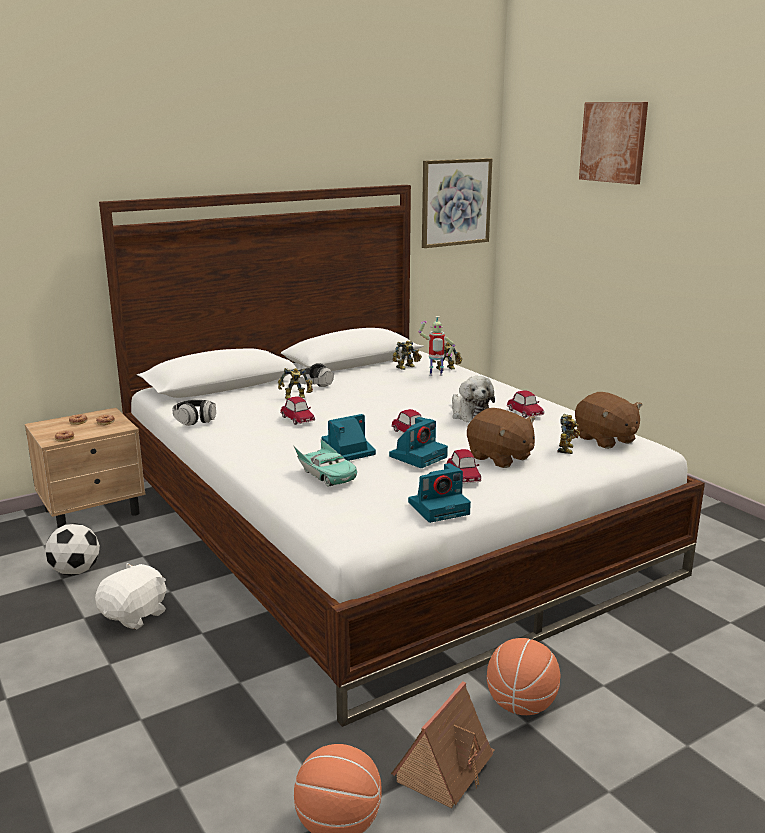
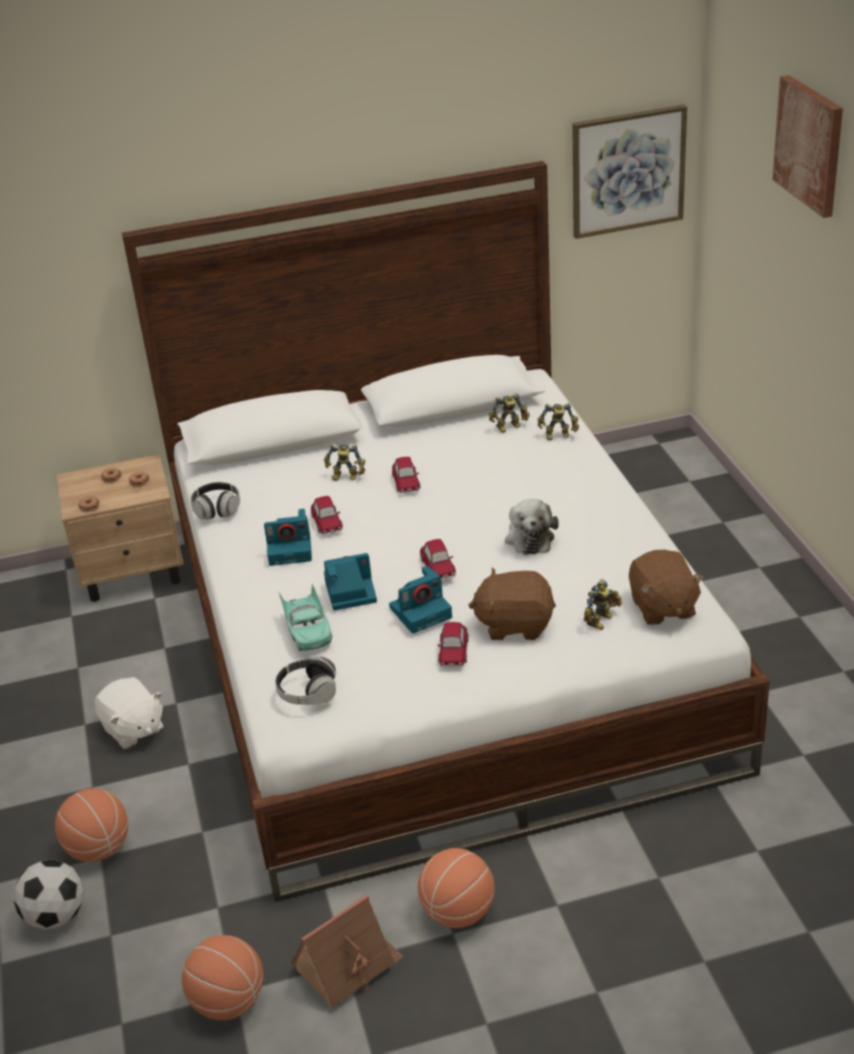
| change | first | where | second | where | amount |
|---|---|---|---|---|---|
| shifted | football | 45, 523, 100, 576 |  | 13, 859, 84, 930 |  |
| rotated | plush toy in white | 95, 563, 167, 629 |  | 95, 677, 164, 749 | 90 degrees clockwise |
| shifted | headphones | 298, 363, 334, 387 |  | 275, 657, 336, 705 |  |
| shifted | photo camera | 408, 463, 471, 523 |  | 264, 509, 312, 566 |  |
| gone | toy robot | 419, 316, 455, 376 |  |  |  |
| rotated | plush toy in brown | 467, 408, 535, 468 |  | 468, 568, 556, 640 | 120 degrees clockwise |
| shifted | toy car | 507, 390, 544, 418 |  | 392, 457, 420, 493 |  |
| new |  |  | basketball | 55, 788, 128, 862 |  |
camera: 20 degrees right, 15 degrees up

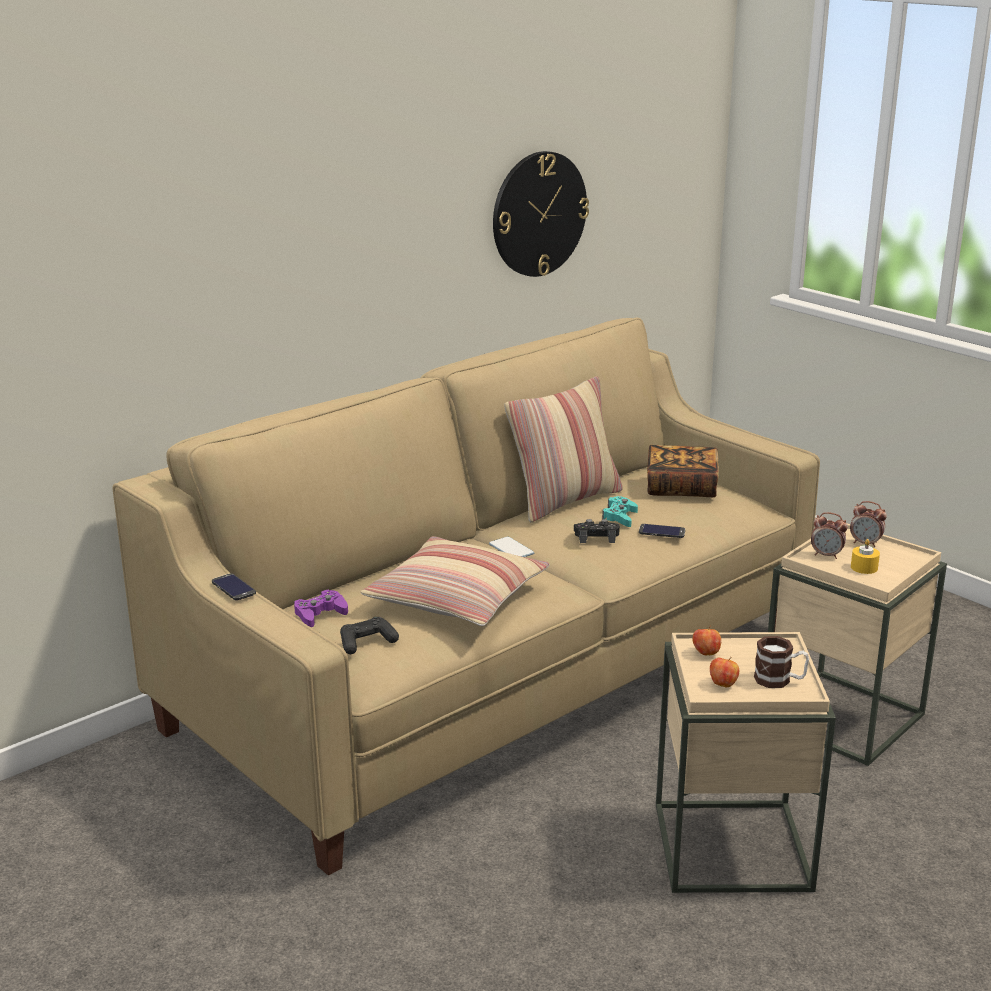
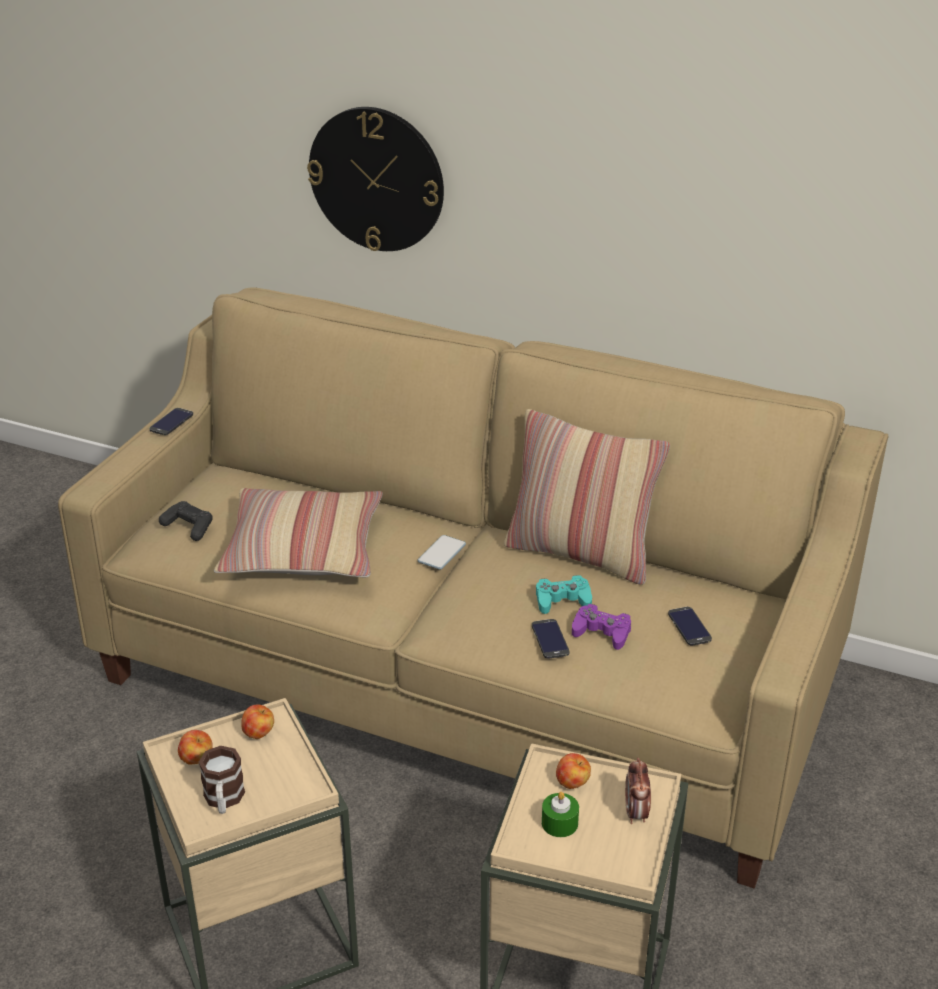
| change | first | where | second | where | amount |
|---|---|---|---|---|---|
| shifted | game controller in purple | 294, 590, 348, 627 |  | 572, 604, 631, 650 |  |
| shifted | wall clock | 493, 151, 589, 277 |  | 307, 107, 444, 251 |  |
| gone | game controller in black | 574, 519, 620, 543 |  |  |  |
| swapped | book | 647, 445, 719, 497 | phone | 668, 607, 712, 646 |  |
| swapped | alarm clock | 811, 512, 848, 559 | apple | 556, 753, 591, 789 |  |
| repainted | candle in yellow | 851, 539, 880, 574 | candle in green | 542, 792, 579, 837 |  |
camera: 65 degrees right, 10 degrees up

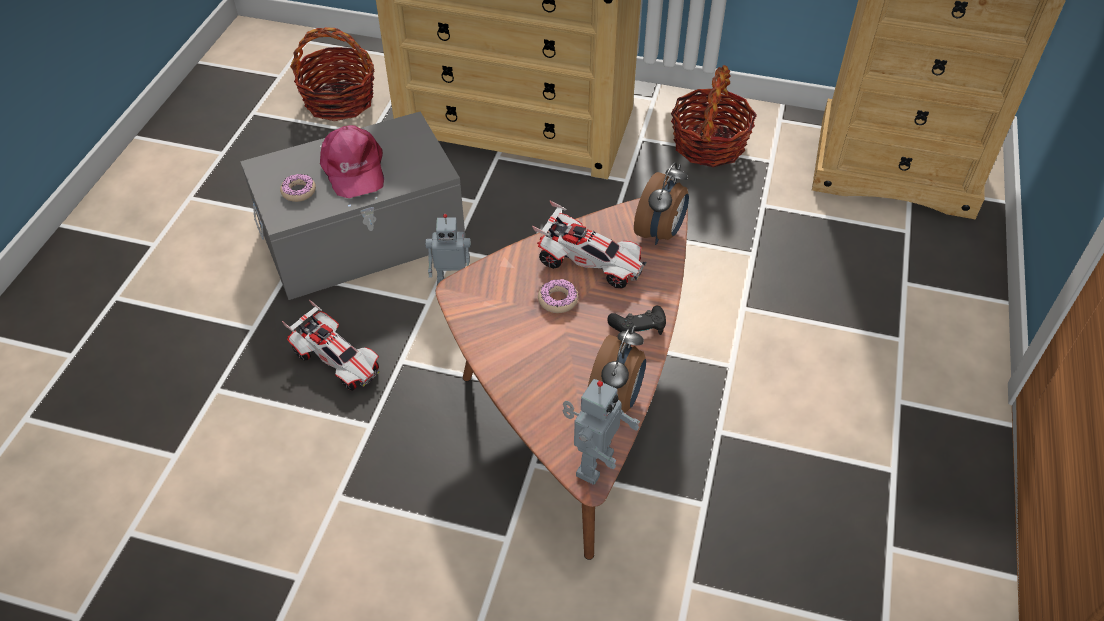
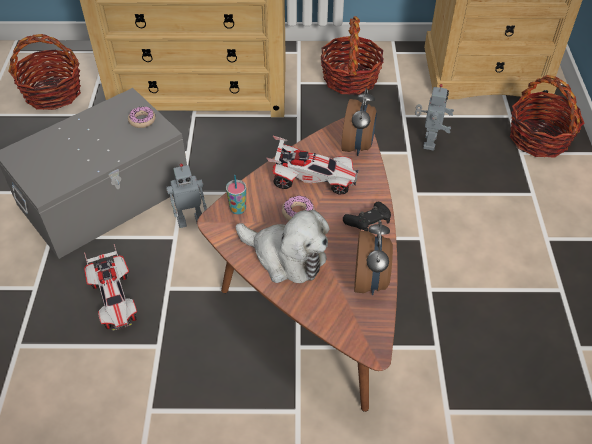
| change | first | where | second | where | amount |
|---|---|---|---|---|---|
| shifted | donut | 280, 174, 316, 202 |  | 128, 107, 156, 128 |  |
| rotated | toy car | 282, 300, 380, 391 |  | 84, 244, 137, 331 | 45 degrees clockwise |
| gone | cap in pink | 320, 125, 384, 198 |  |  |  |
| shifted | toy robot | 563, 379, 640, 485 |  | 415, 84, 454, 151 |  |
| new |  |  | cup | 226, 175, 246, 214 |  |
| new |  |  | plush toy | 236, 210, 330, 283 |  |
| new |  |  | basket | 510, 75, 584, 158 |  |
camera: 15 degrees left, 0 degrees up

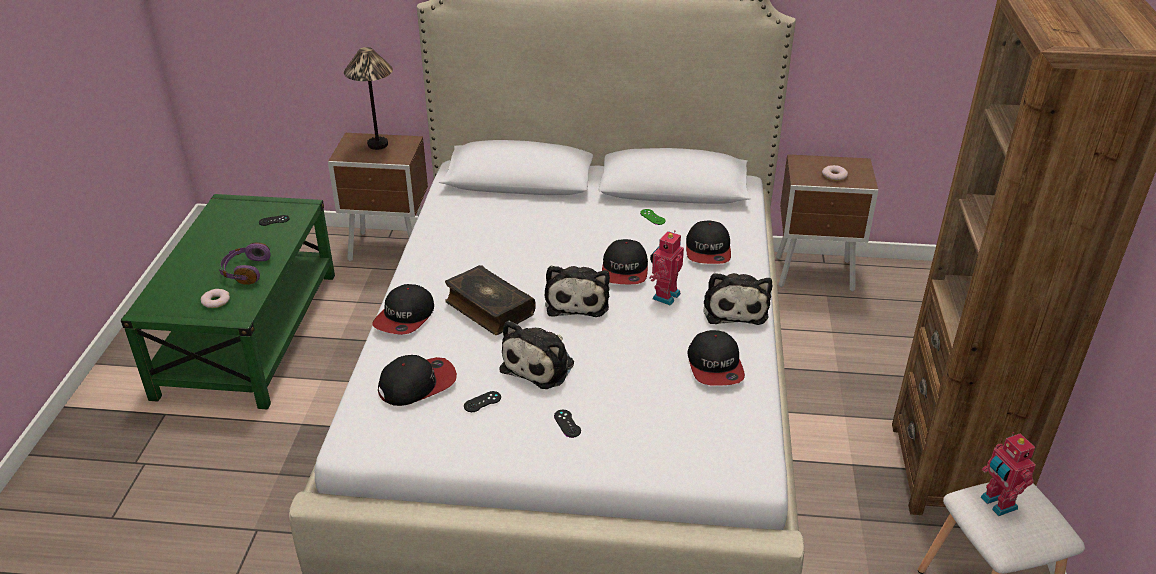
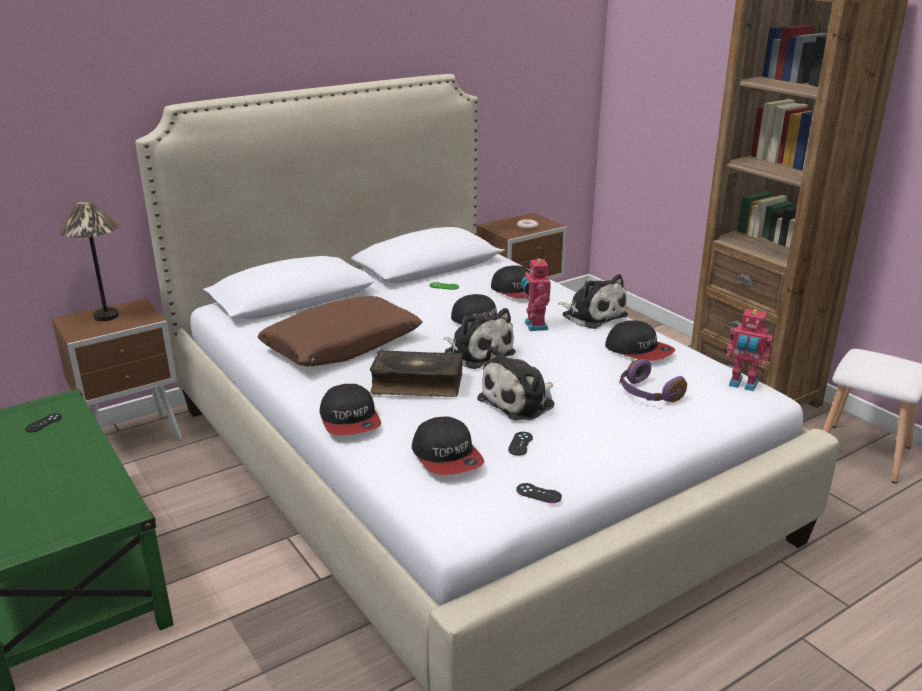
| change | first | where | second | where | amount |
|---|---|---|---|---|---|
| gone | donut | 201, 289, 230, 308 |  |  |  |
| shifted | headphones in purple | 219, 243, 270, 285 |  | 619, 359, 687, 402 |  |
| rotated | cap | 378, 355, 457, 406 |  | 412, 416, 484, 475 | 135 degrees clockwise |
| rotated | plush toy | 499, 320, 574, 389 |  | 477, 346, 555, 420 | 60 degrees clockwise |
| shifted | game controller in black | 554, 410, 581, 438 |  | 516, 483, 562, 503 |  |
| shifted | toy robot | 981, 432, 1036, 516 |  | 726, 309, 773, 391 |  |
| new |  |  | pillow in brown | 257, 296, 422, 366 |  |
camera: 40 degrees left, 10 degrees down

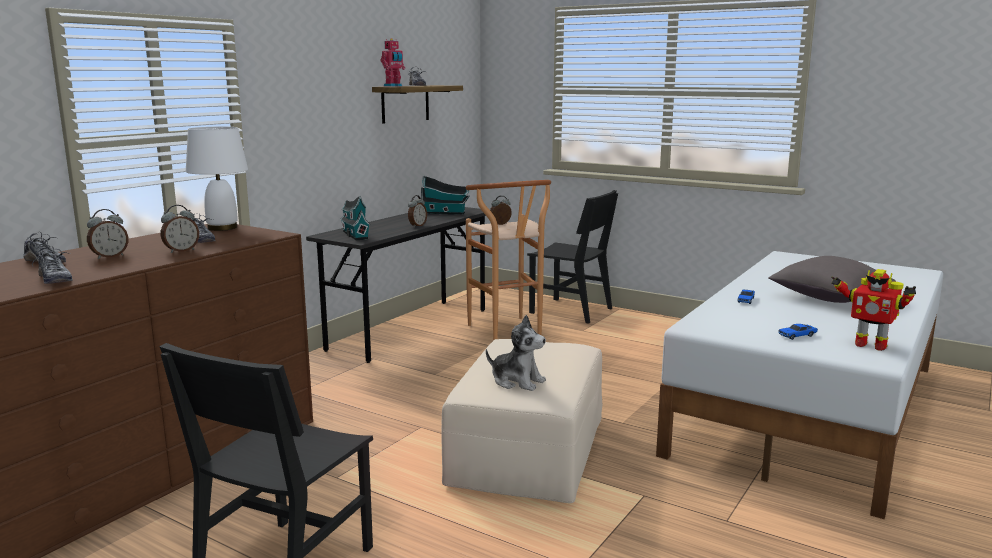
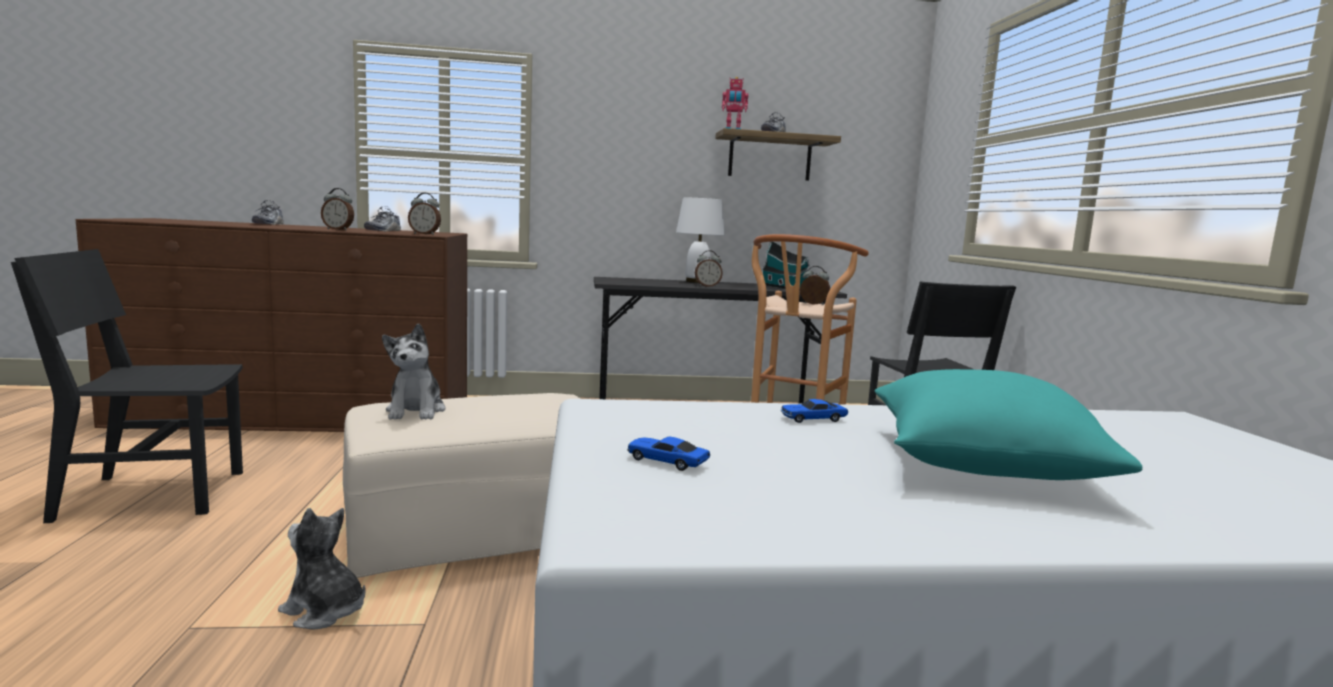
| change | first | where | second | where | amount |
|---|---|---|---|---|---|
| gone | shoe | 32, 246, 73, 284 |  |  |  |
| shifted | alarm clock | 87, 209, 128, 259 |  | 408, 193, 441, 235 |  |
| shifted | table lamp in white | 186, 126, 248, 231 |  | 676, 198, 725, 283 |  |
| gone | toy house | 340, 196, 370, 240 |  |  |  |
| repainted | pillow in grey | 768, 256, 896, 303 | pillow in turquoise | 875, 369, 1142, 480 |  |
| gone | toy robot | 831, 269, 916, 351 |  |  |  |
| new |  |  | plush toy | 278, 508, 366, 630 |  |
camera: 50 degrees right, 5 degrees down

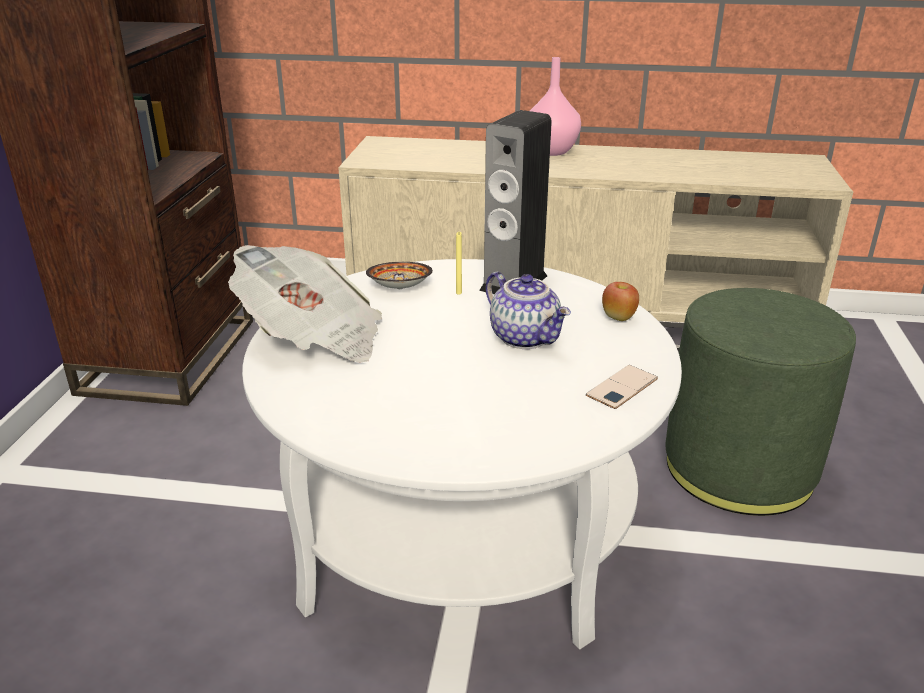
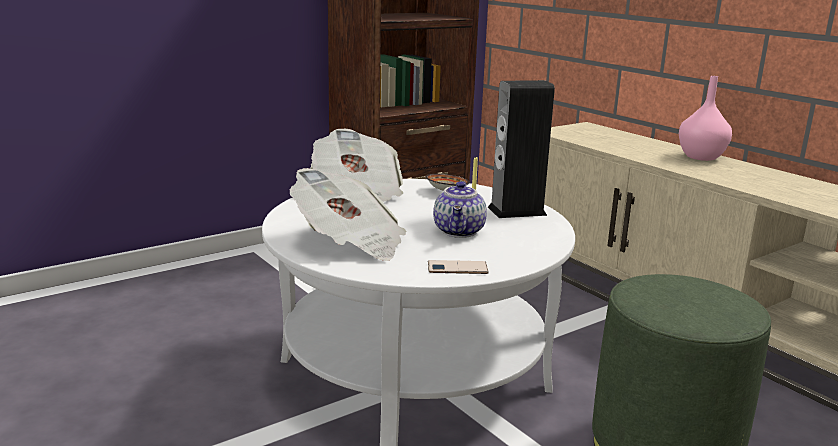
| change | first | where | second | where | amount |
|---|---|---|---|---|---|
| gone | apple | 602, 282, 639, 321 |  |  |  |
| new |  |  | newspaper | 289, 168, 406, 261 |  |
camera: 45 degrees right, 10 degrees down

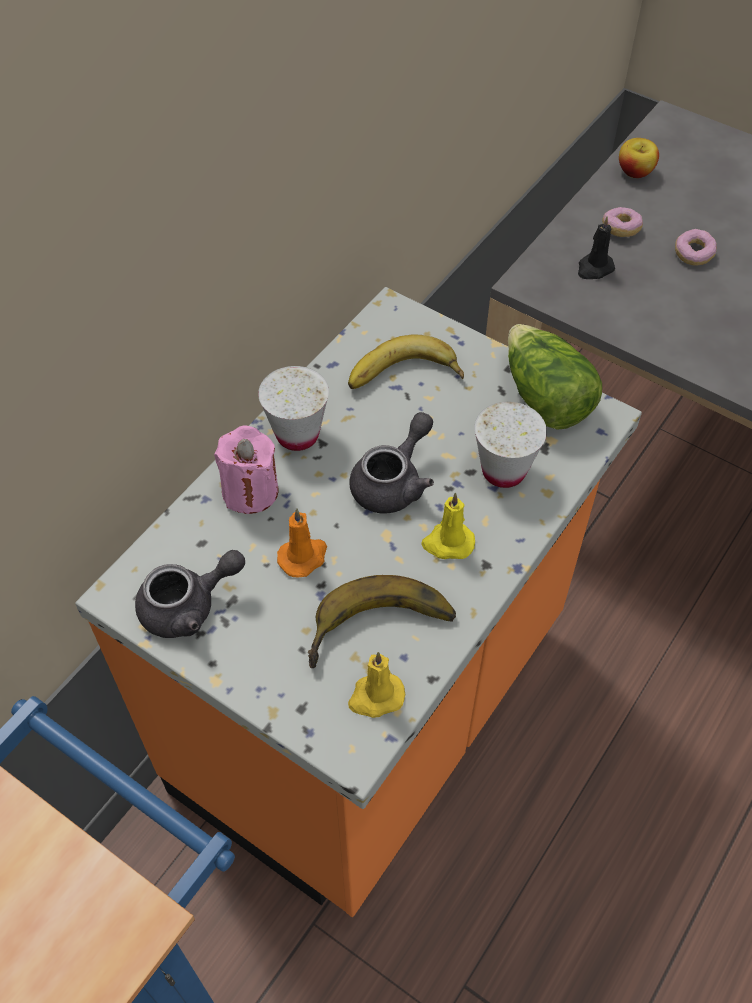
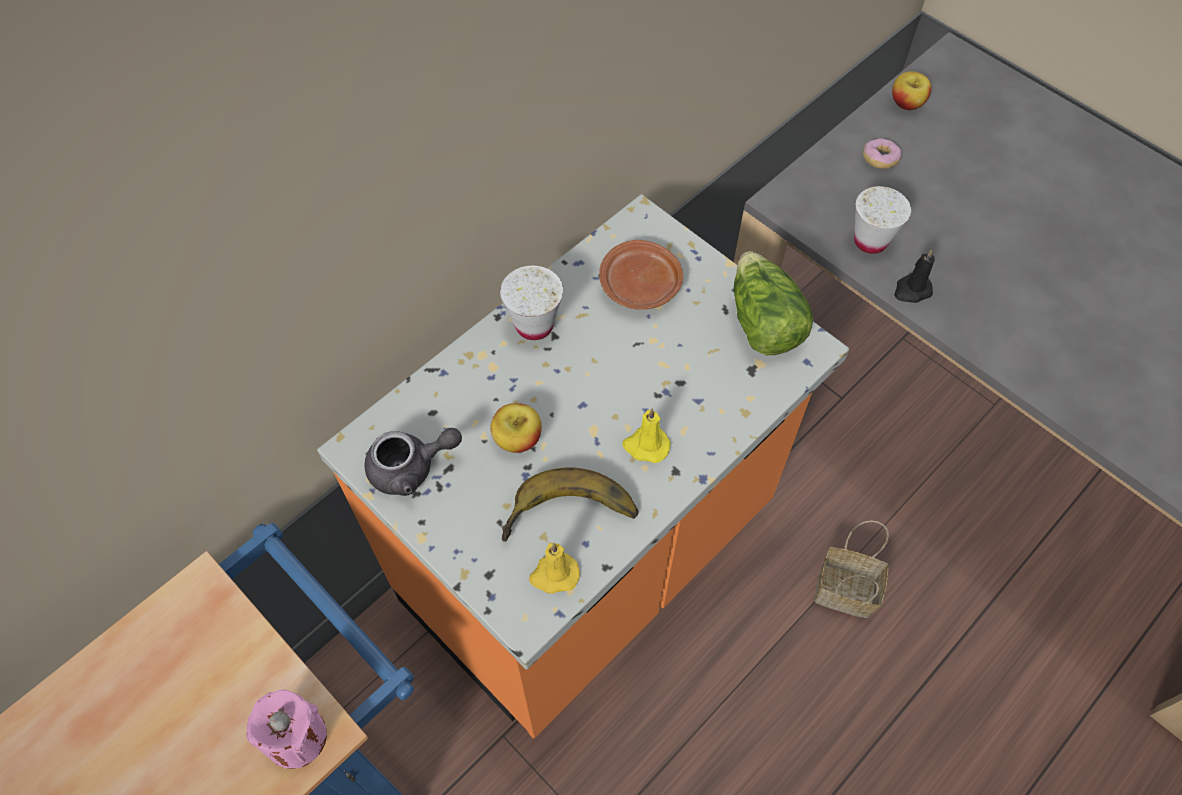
| change | first | where | second | where | amount |
|---|---|---|---|---|---|
| shifted | candle in pink | 214, 425, 279, 514 |  | 247, 689, 327, 769 |  |
| swapped | candle in orange | 277, 508, 327, 577 | apple | 491, 403, 542, 453 |  |
| swapped | banana | 348, 334, 464, 389 | plate in brown | 599, 240, 683, 310 |  |
| gone | teapot in grey | 349, 412, 434, 514 |  |  |  |
| shifted | cup in white | 474, 402, 547, 488 |  | 854, 186, 911, 254 |  |
| shifted | candle in black | 578, 216, 615, 279 |  | 894, 249, 935, 303 |  |
| gone | donut | 675, 229, 717, 266 |  |  |  |
| new |  |  | basket | 815, 520, 889, 618 |  |
camera: 10 degrees right, 5 degrees up

